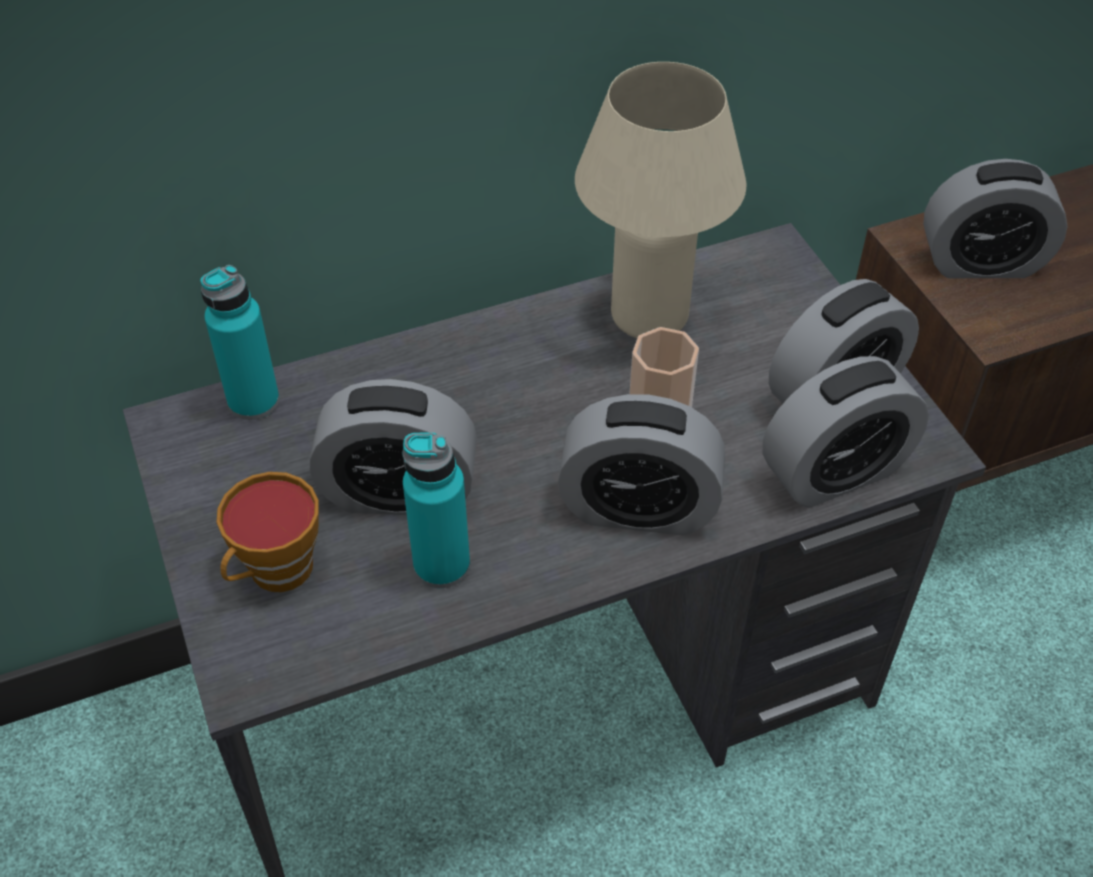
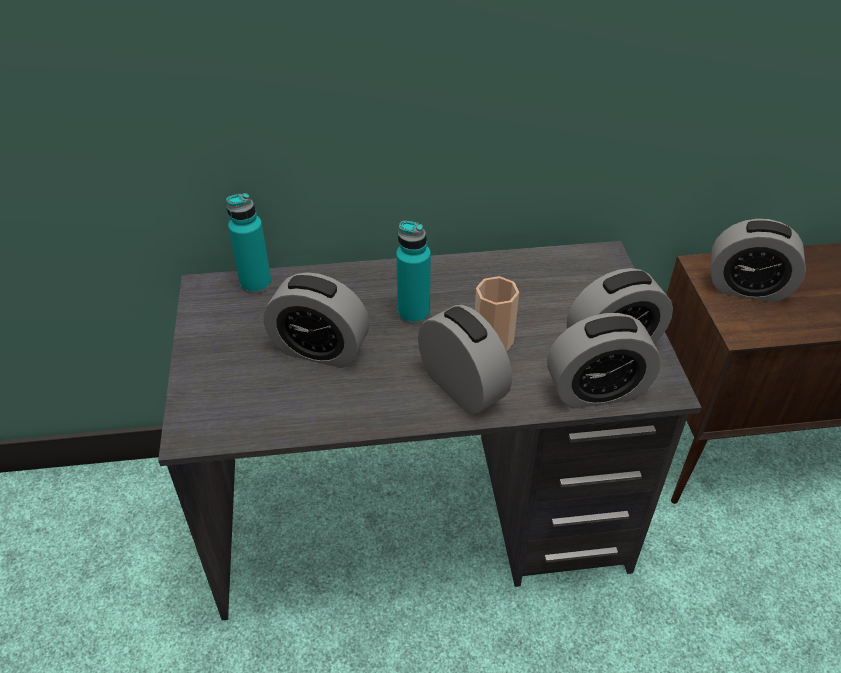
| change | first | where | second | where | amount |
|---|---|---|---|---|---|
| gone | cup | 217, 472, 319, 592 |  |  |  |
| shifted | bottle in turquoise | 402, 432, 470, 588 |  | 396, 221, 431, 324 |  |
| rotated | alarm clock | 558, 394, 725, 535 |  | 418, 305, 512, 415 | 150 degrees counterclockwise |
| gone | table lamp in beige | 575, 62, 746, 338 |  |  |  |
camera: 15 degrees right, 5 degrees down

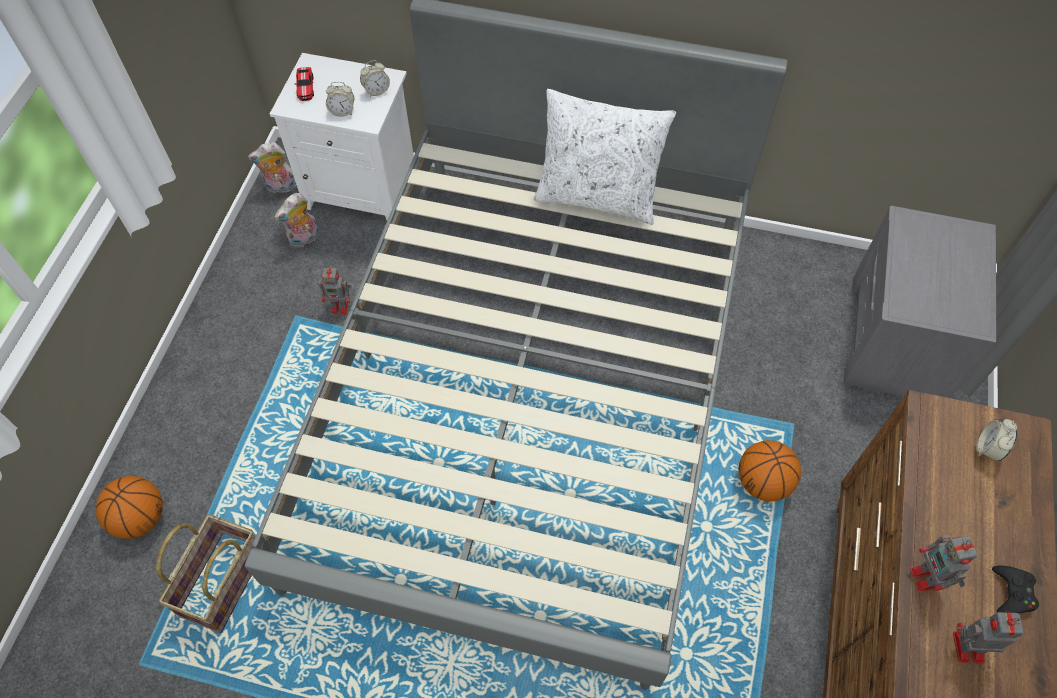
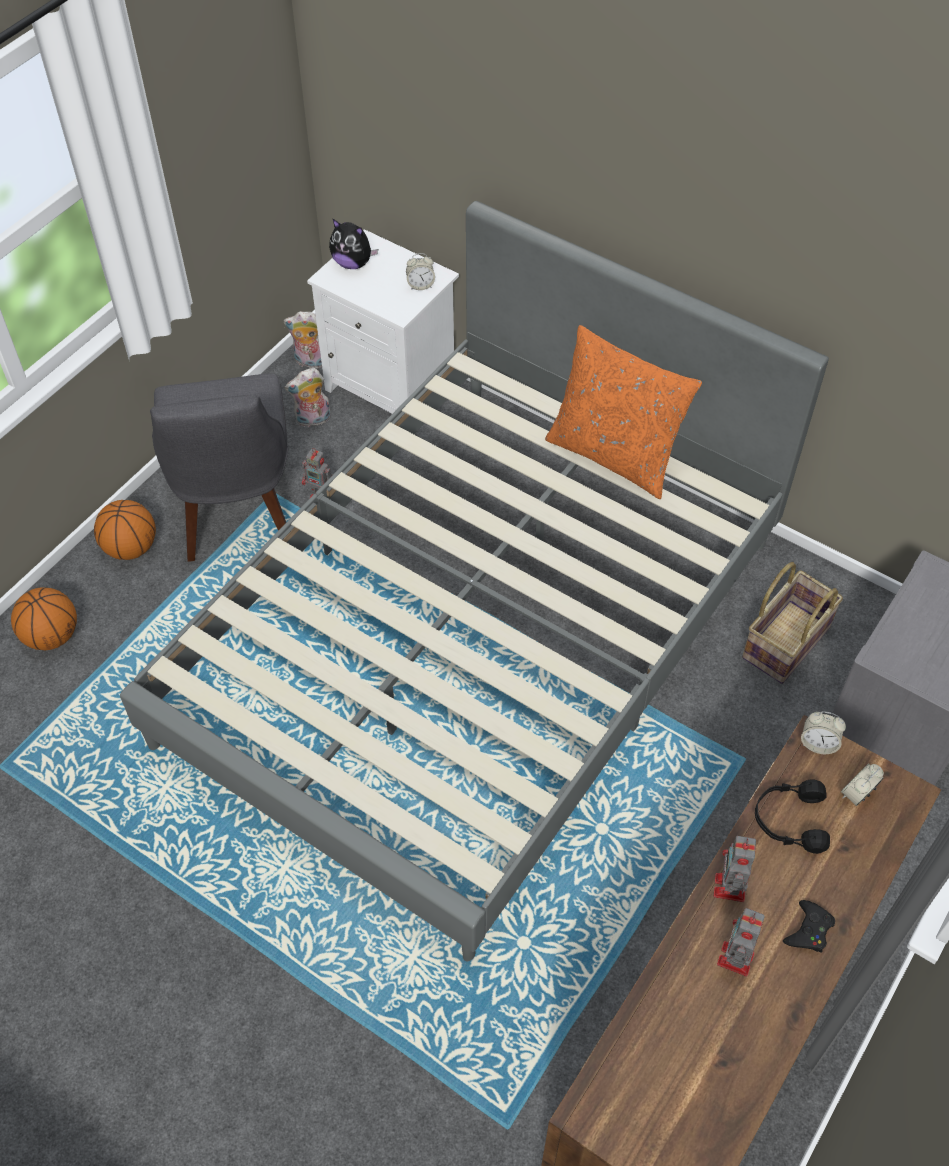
| change | first | where | second | where | amount |
|---|---|---|---|---|---|
| shifted | basket | 156, 514, 255, 633 |  | 742, 562, 843, 684 |  |
| swapped | toy car | 295, 67, 314, 101 | plush toy | 329, 219, 378, 269 |  |
| shifted | alarm clock | 326, 82, 354, 117 |  | 801, 711, 846, 754 |  |
| repainted | pillow in white | 534, 89, 676, 225 | pillow in orange | 545, 325, 702, 499 |  |
| shifted | basketball | 738, 440, 801, 502 |  | 94, 500, 156, 560 |  |
| rotated | toy robot | 953, 612, 1024, 664 |  | 717, 908, 765, 976 | 90 degrees counterclockwise |
| new |  |  | chair in grey | 150, 373, 288, 562 |  |
| new |  |  | headphones in black | 755, 779, 830, 854 |  |
camera: 20 degrees right, 5 degrees down

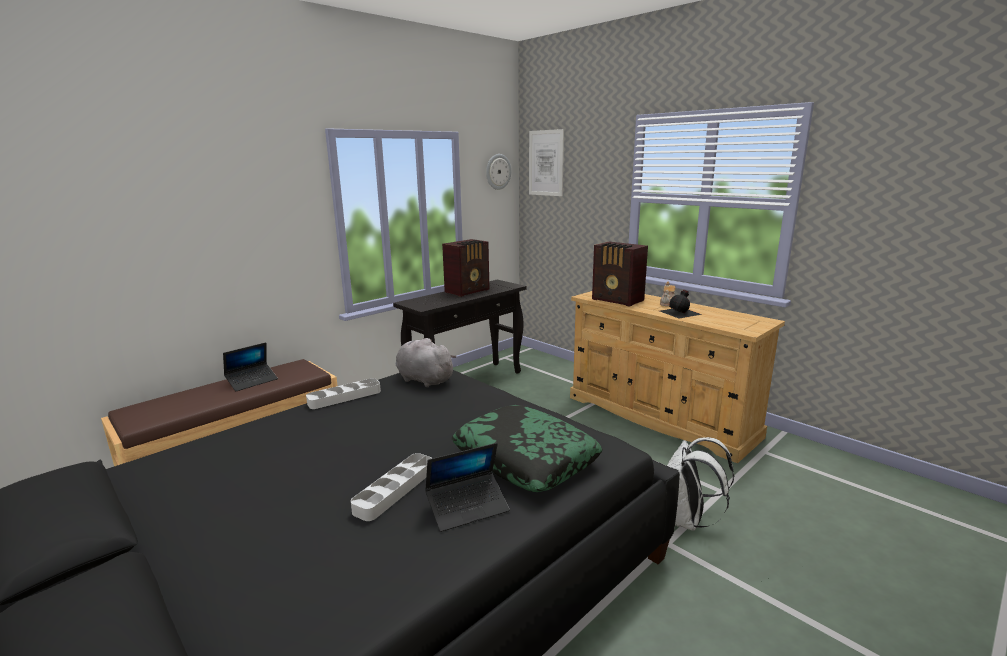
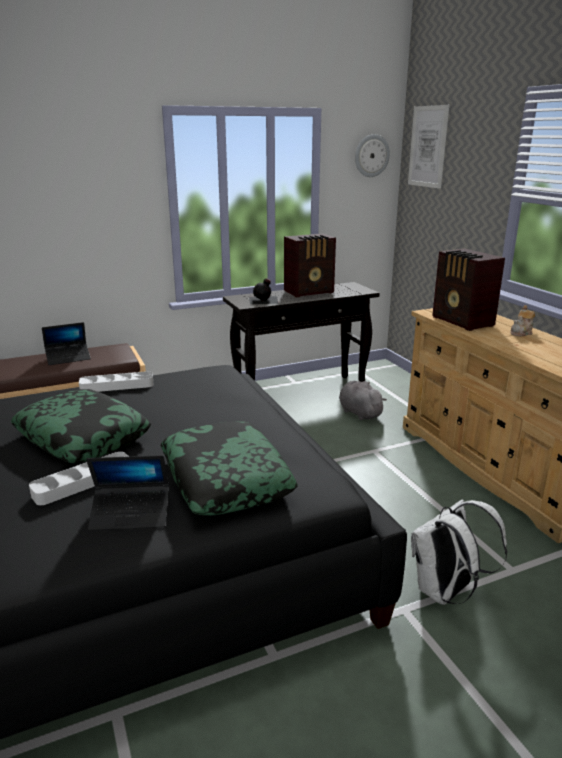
| change | first | where | second | where | amount |
|---|---|---|---|---|---|
| shifted | plush toy in grey | 396, 338, 456, 387 |  | 339, 381, 387, 420 |  |
| shifted | bottle in black | 660, 290, 702, 318 |  | 249, 278, 279, 304 |  |
| new |  |  | pillow | 11, 389, 151, 463 |  |
camera: 20 degrees right, 5 degrees up

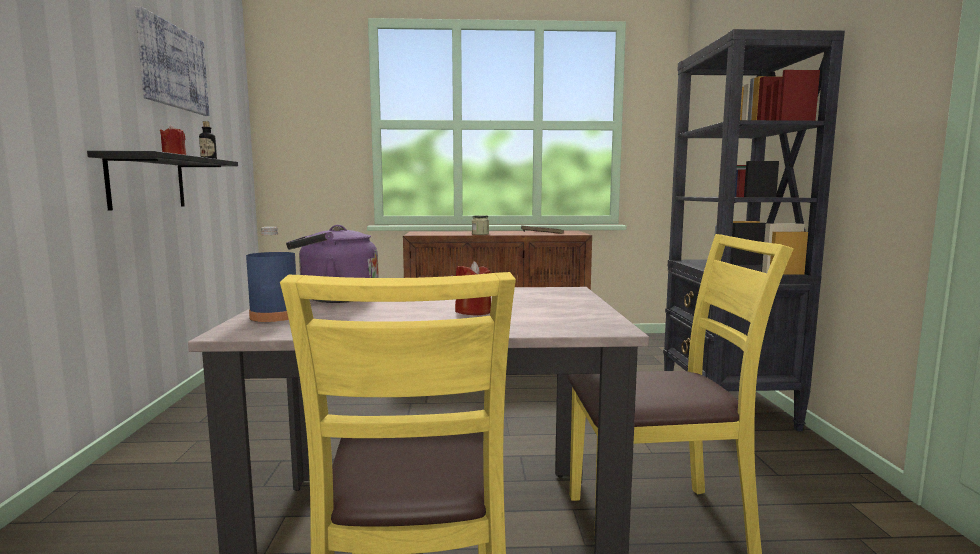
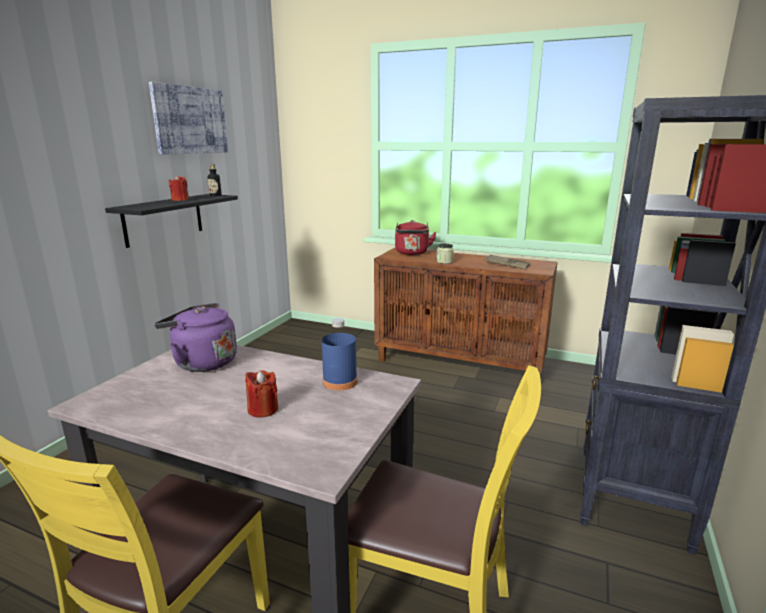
| change | first | where | second | where | amount |
|---|---|---|---|---|---|
| shifted | bottle in blue | 246, 227, 296, 322 |  | 322, 318, 357, 391 |  |
| new |  |  | kettle in red | 395, 220, 437, 255 |  |
camera: 25 degrees right, 10 degrees up

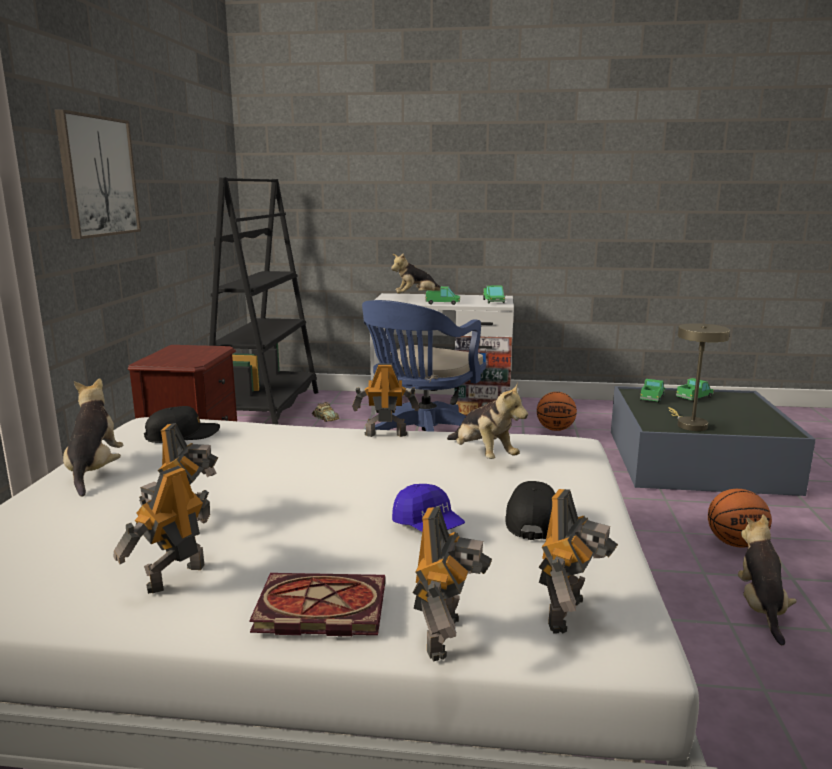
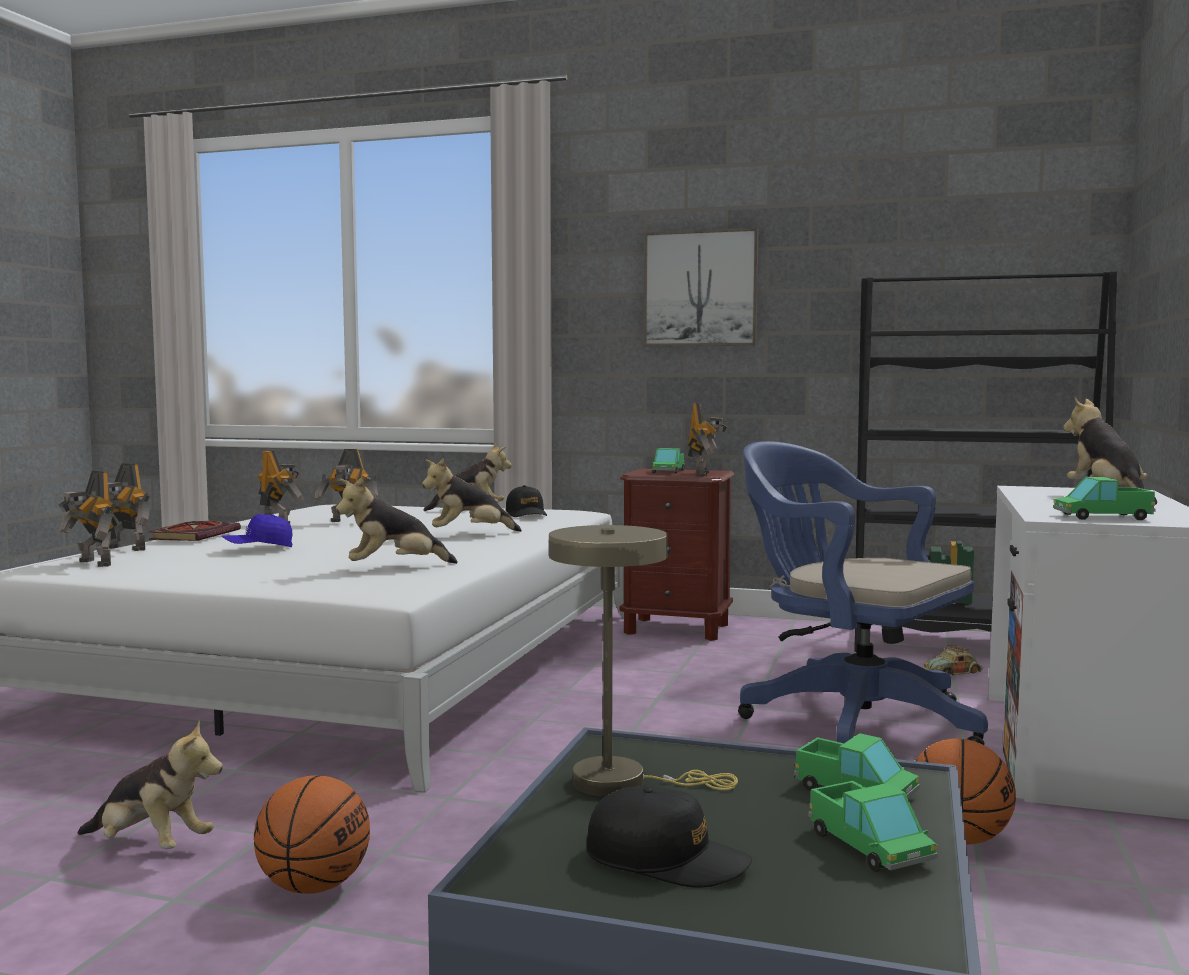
| change | first | where | second | where | amount |
|---|---|---|---|---|---|
| shifted | toy robot | 352, 363, 420, 437 |  | 688, 403, 728, 476 |  |
| shifted | toy truck | 425, 286, 460, 305 |  | 651, 448, 685, 474 |  |
| shifted | cap in black | 505, 481, 555, 540 |  | 586, 786, 752, 888 |  |
| new |  |  | plush toy | 422, 458, 522, 532 |  |
camera: 100 degrees right, 10 degrees down

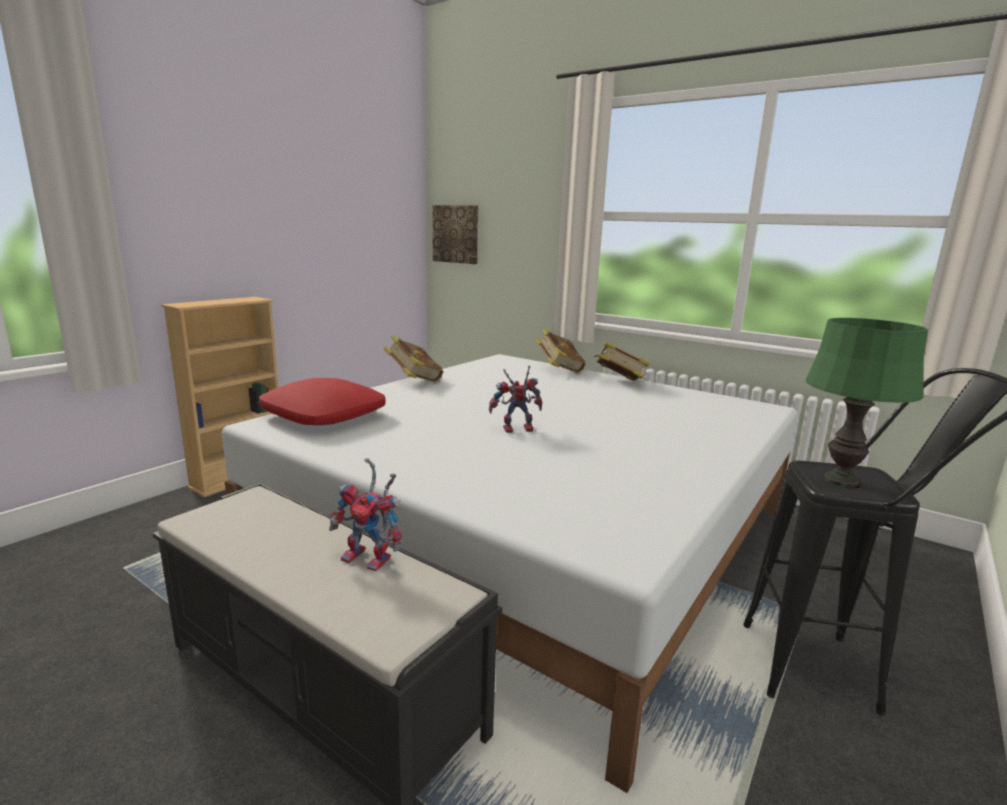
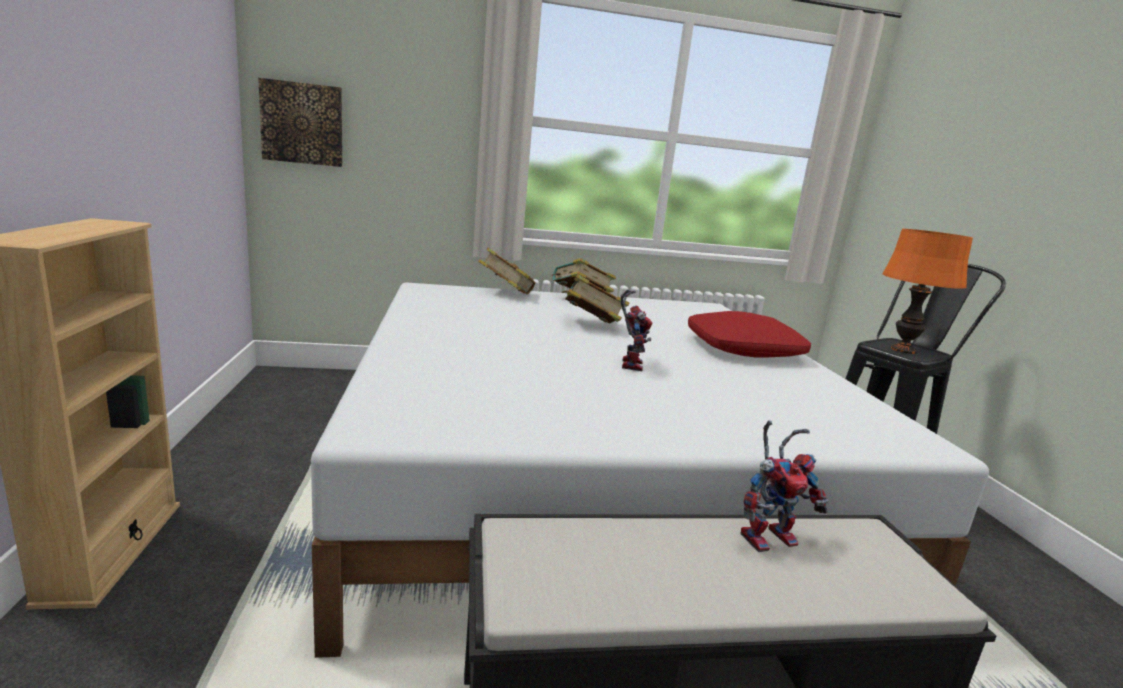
| change | first | where | second | where | amount |
|---|---|---|---|---|---|
| shifted | pillow in red | 259, 378, 385, 425 |  | 688, 311, 811, 358 |  |
| shifted | book | 384, 336, 443, 382 |  | 561, 274, 629, 324 |  |
| rotated | toy robot | 489, 365, 542, 433 |  | 621, 290, 653, 371 | 150 degrees clockwise |
| repainted | table lamp in green | 806, 318, 928, 487 | table lamp in orange | 883, 229, 973, 354 |  |
camera: 45 degrees left, 0 degrees up

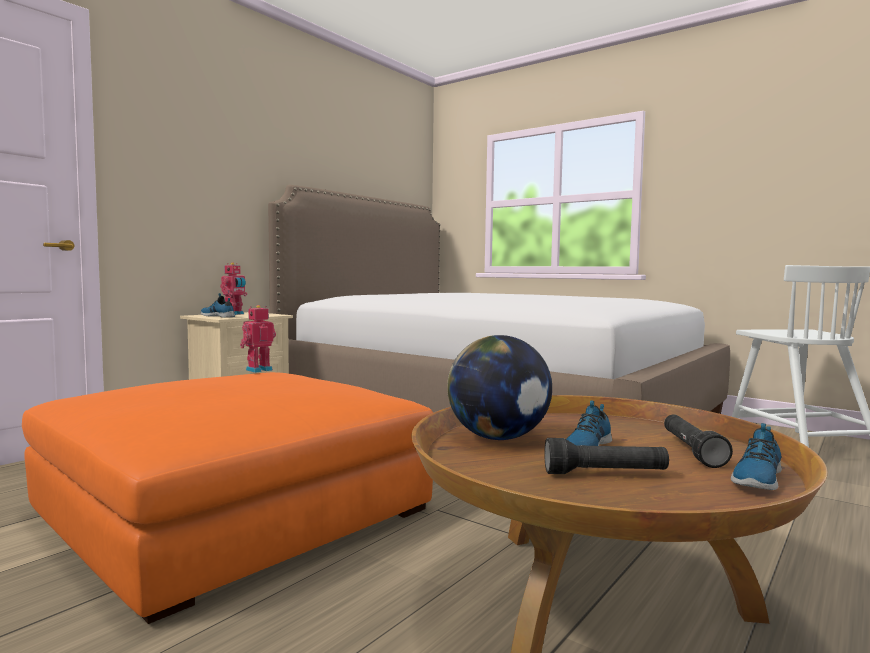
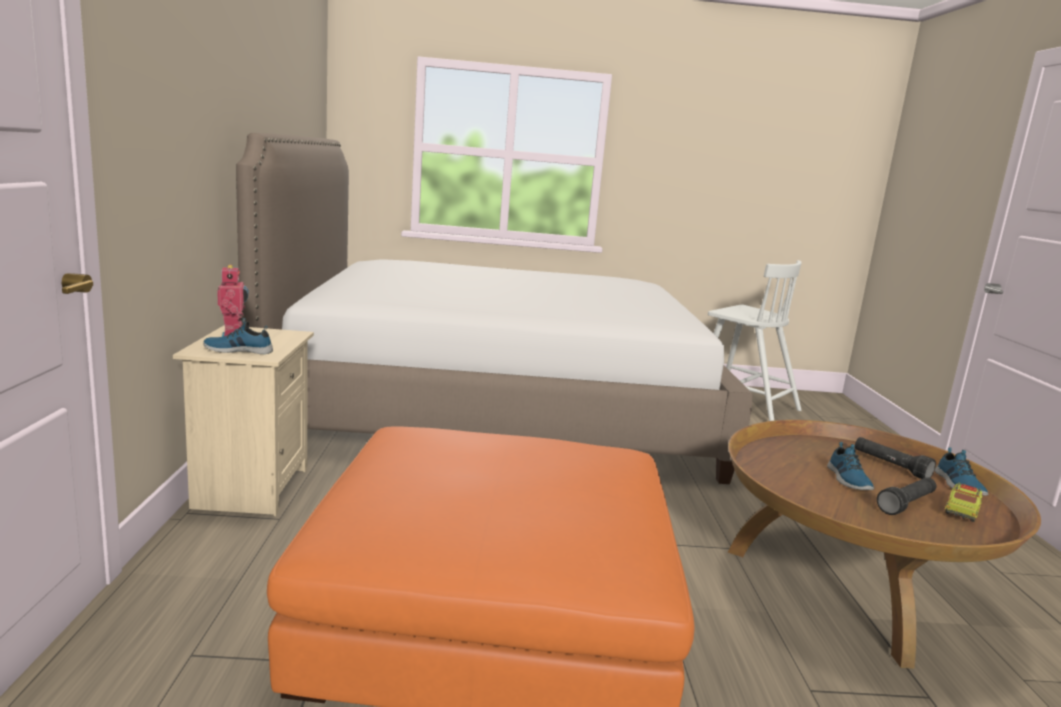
| change | first | where | second | where | amount |
|---|---|---|---|---|---|
| gone | toy robot | 240, 305, 276, 373 |  |  |  |
| gone | globe | 447, 335, 552, 440 |  |  |  |
| new |  |  | toy truck | 945, 483, 983, 522 |  |
camera: 40 degrees left, 10 degrees up

